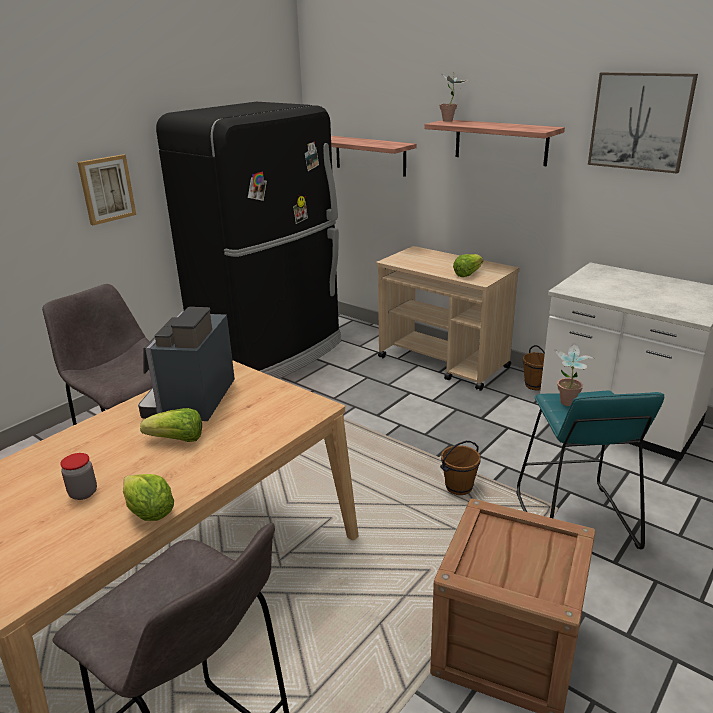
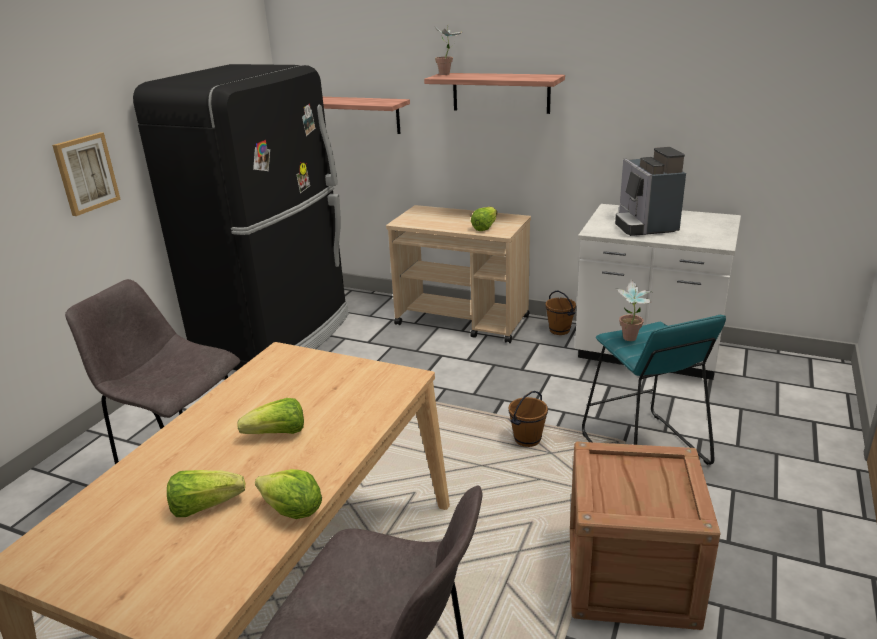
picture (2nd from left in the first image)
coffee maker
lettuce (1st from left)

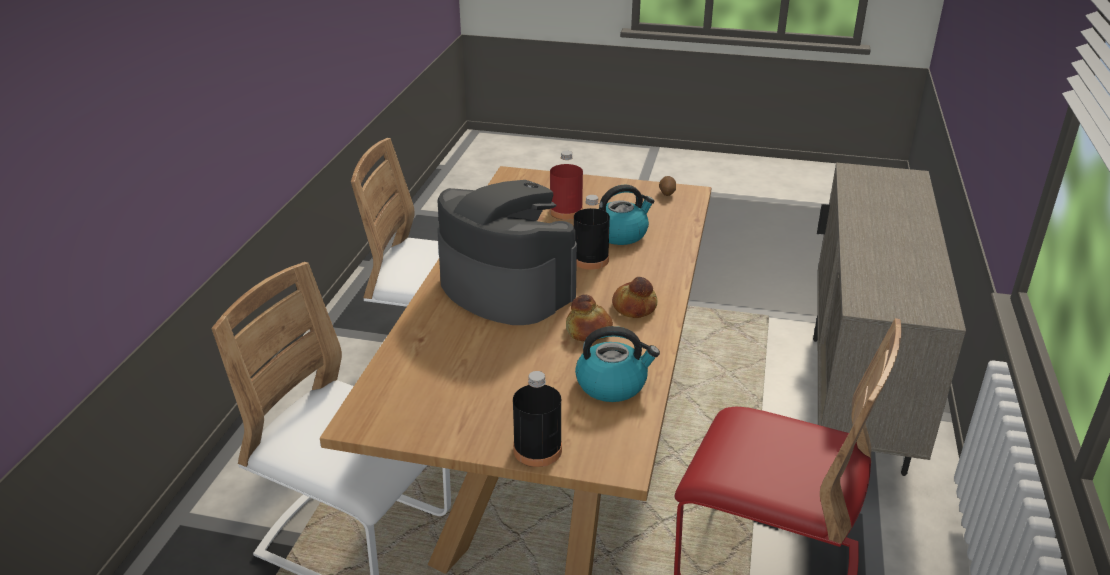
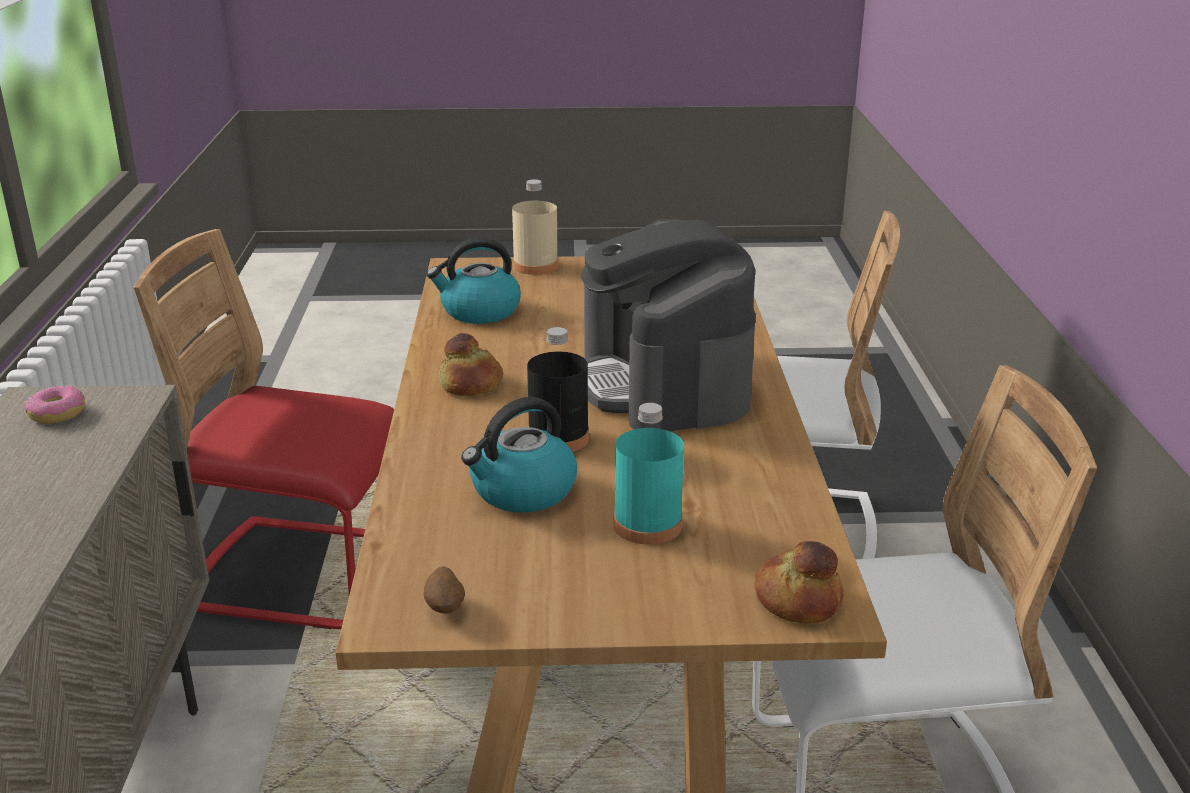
doughnut
bread (2nd from left)
sand-coloured drink bottle
blue-green drink bottle
coffee maker

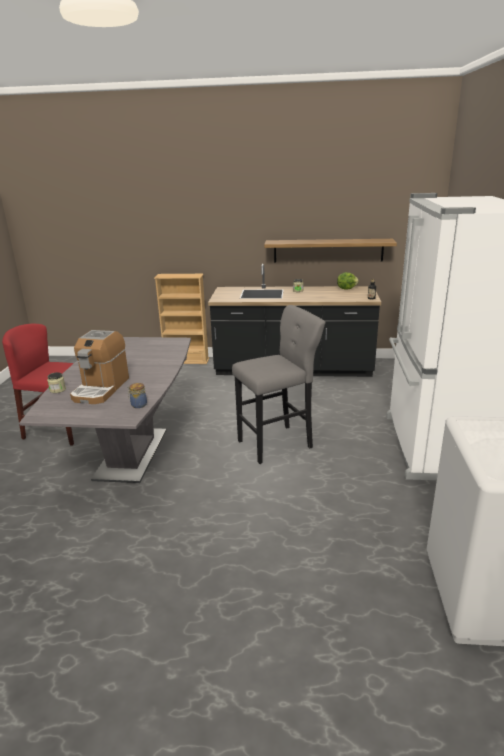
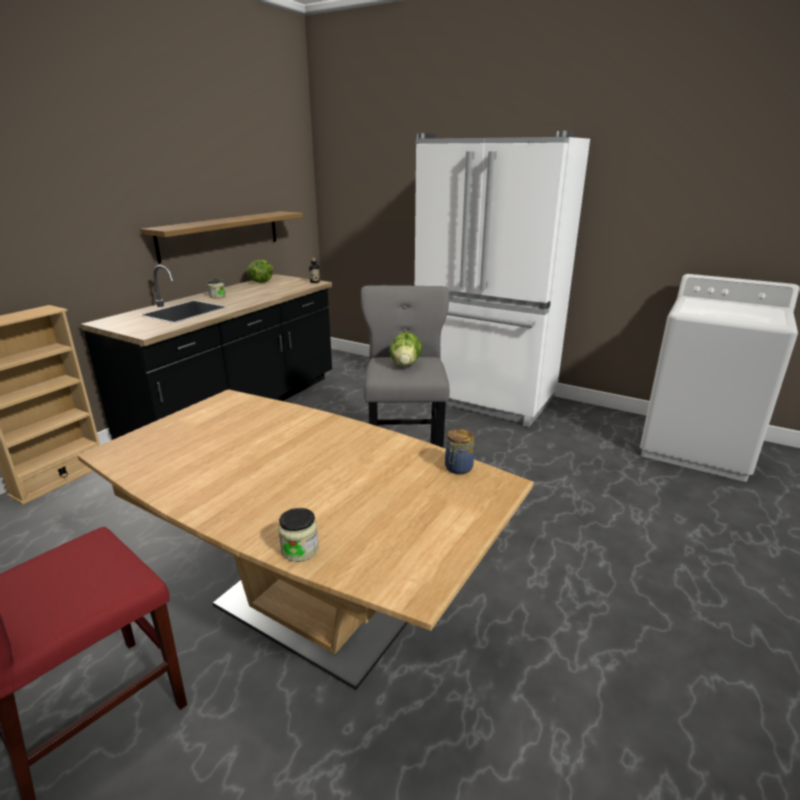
coffee maker
lettuce (2nd from left)
brown dining table

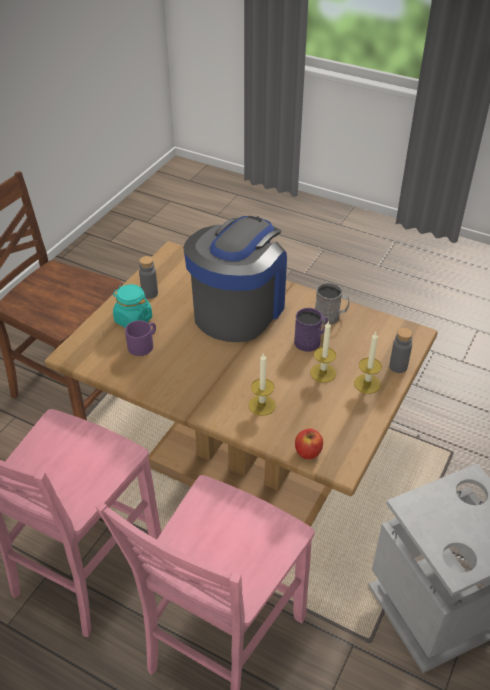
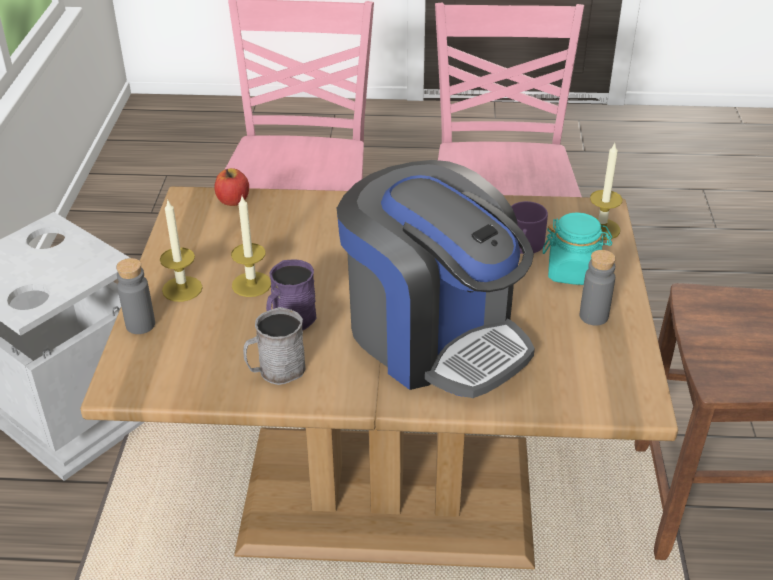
candle (3rd from left)
coffee maker

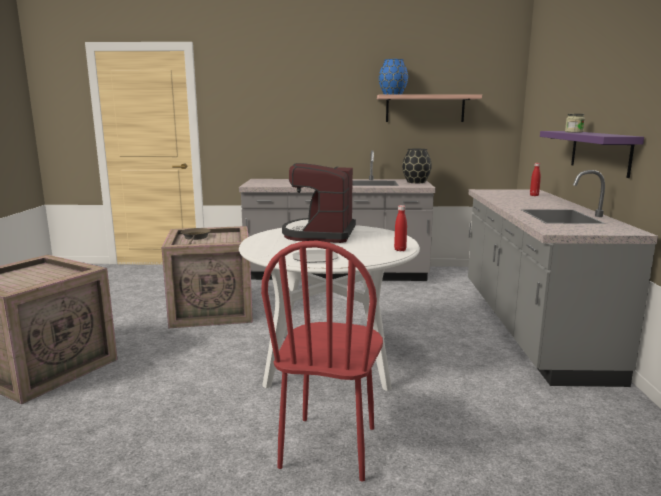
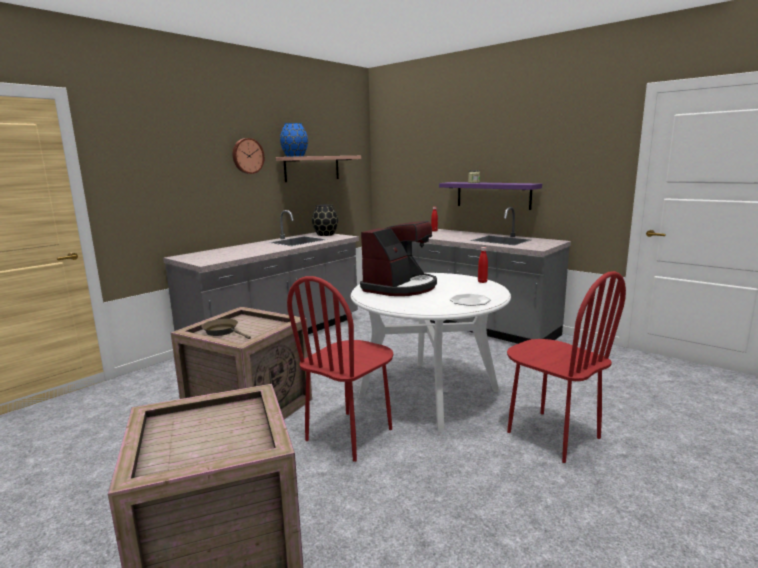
hanging clock
red-coloured plain chair (1st from left)
coffee maker

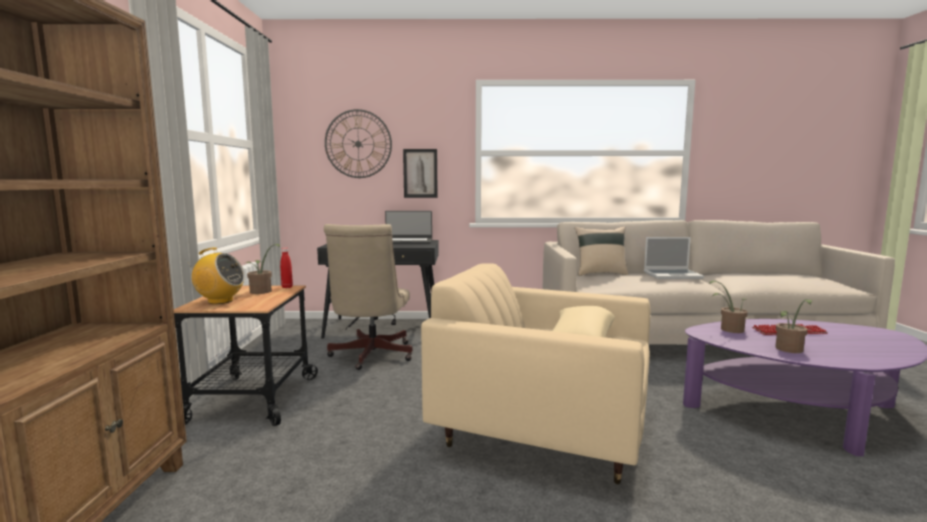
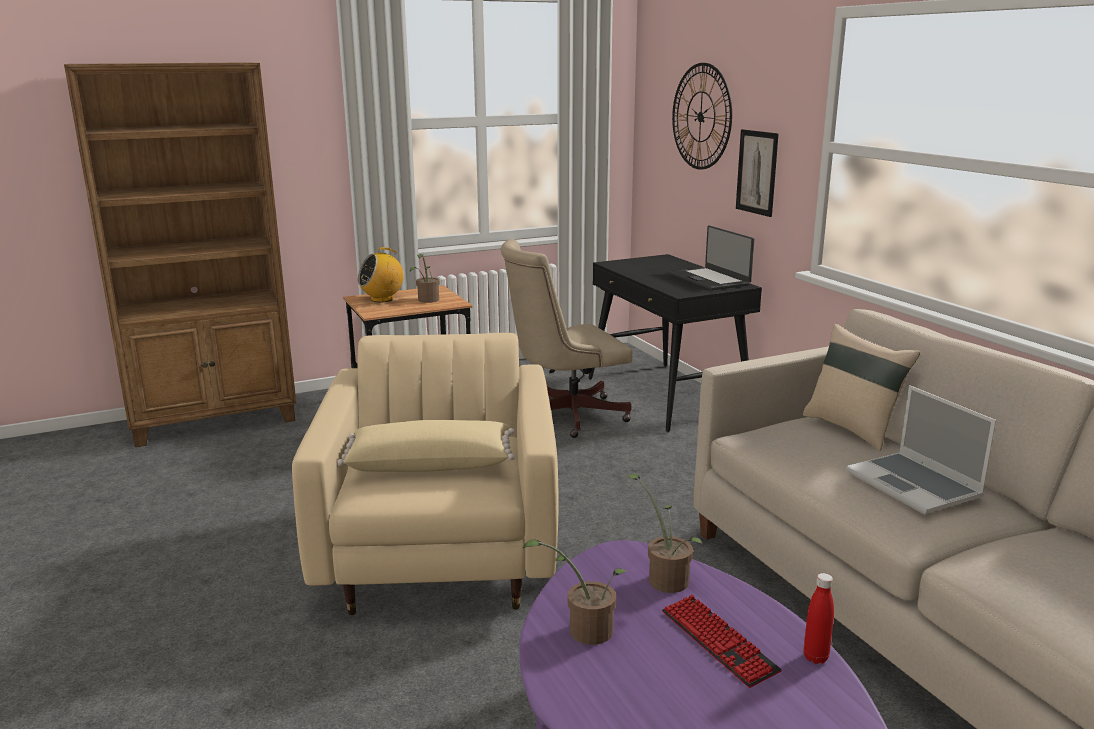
red-coloured drink bottle
radio

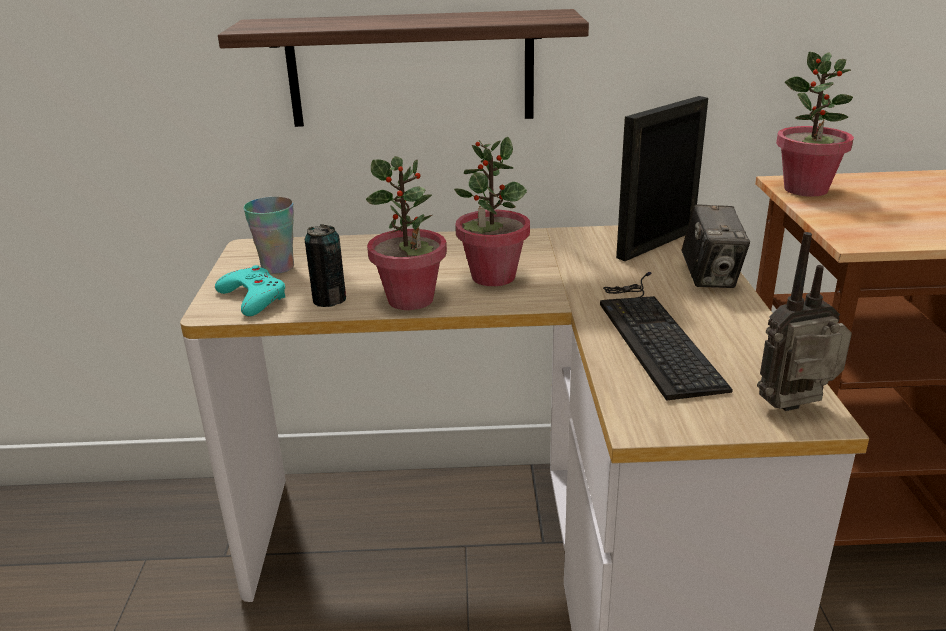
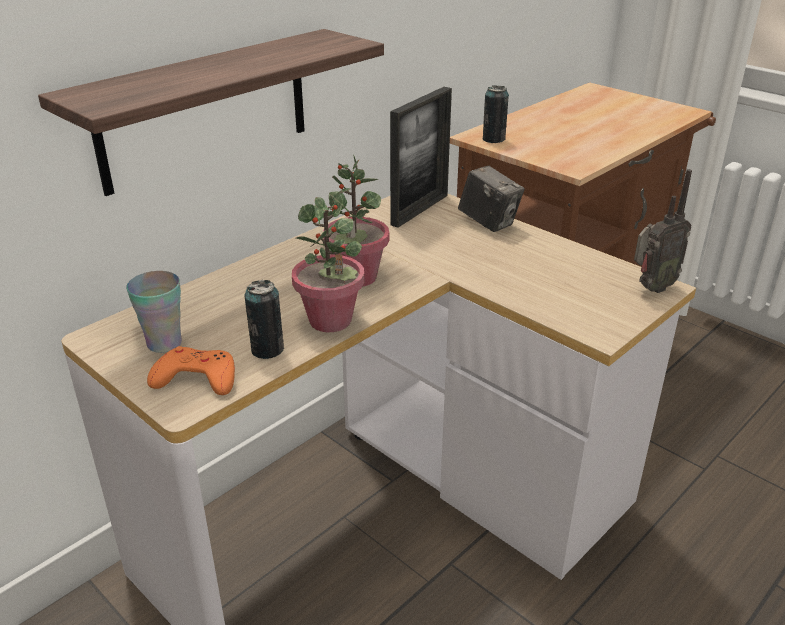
PC keyboard
can (2nd from left)
orange-coloured joypad
picture frame
radio

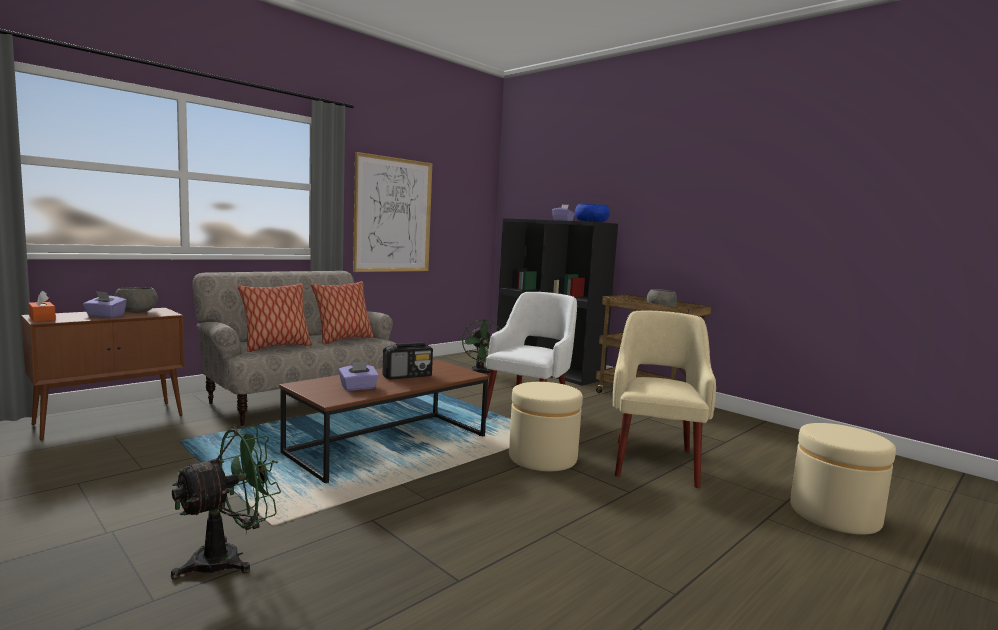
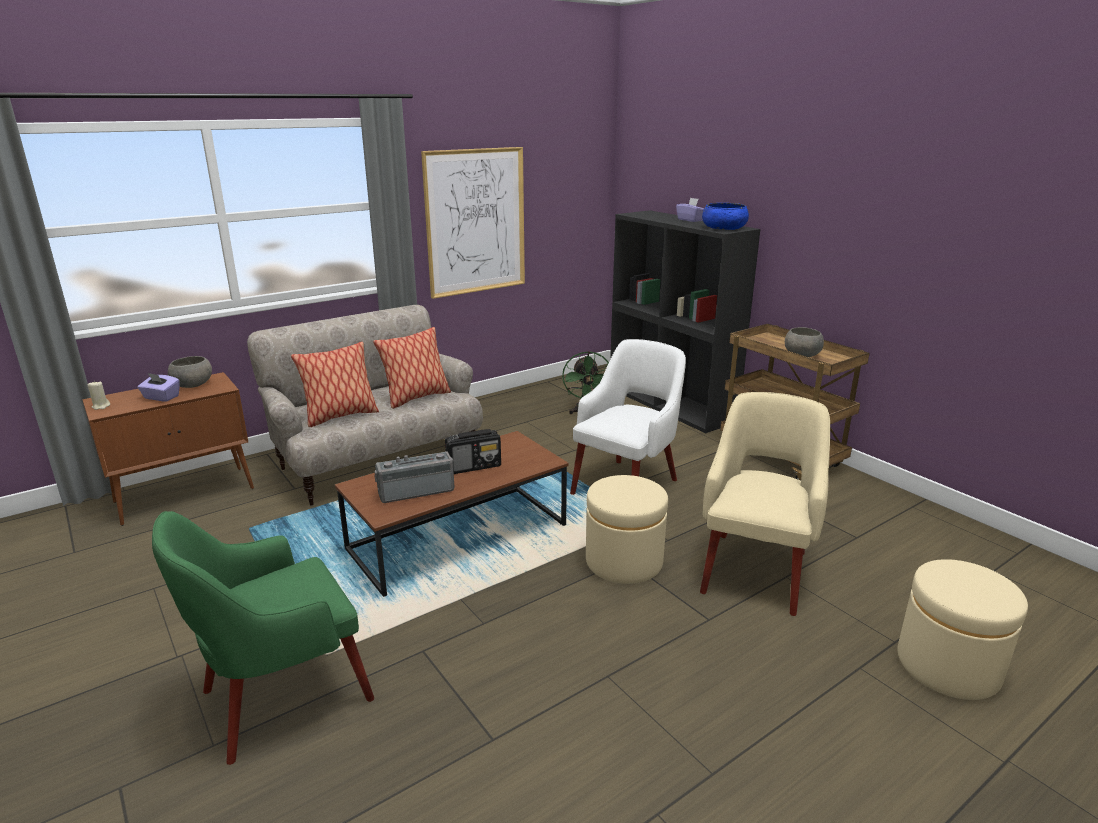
sand-coloured candle
green-coloured easy chair
radio (1st from left)

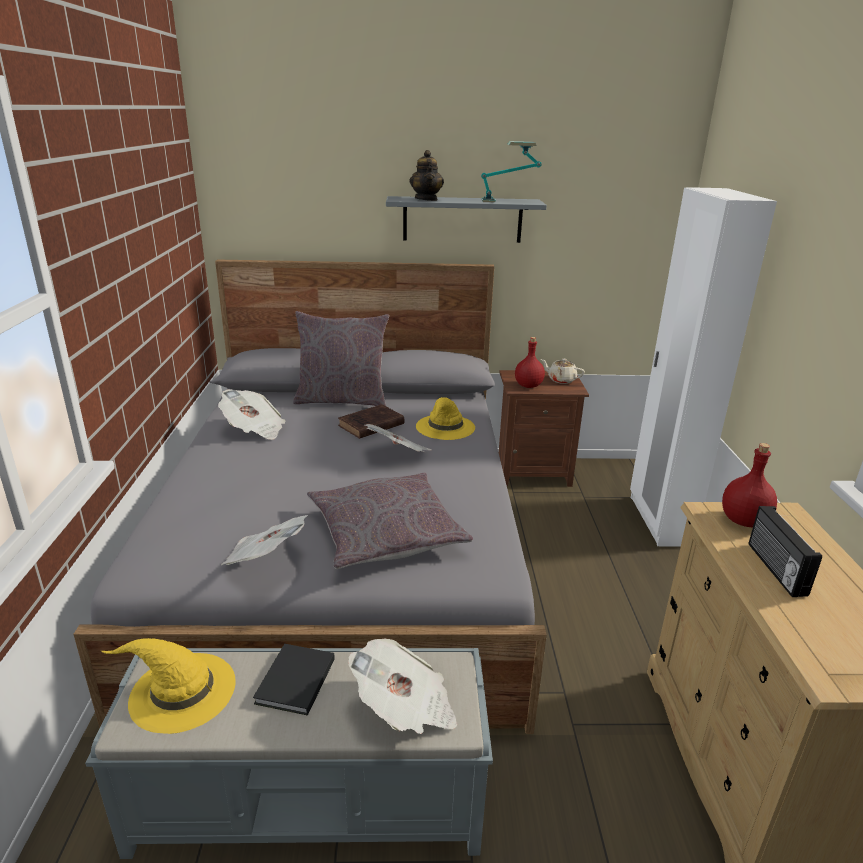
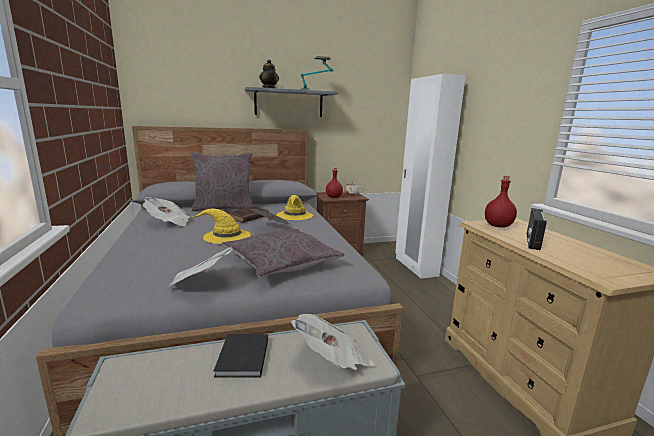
yellow clothing hat (1st from left)
radio

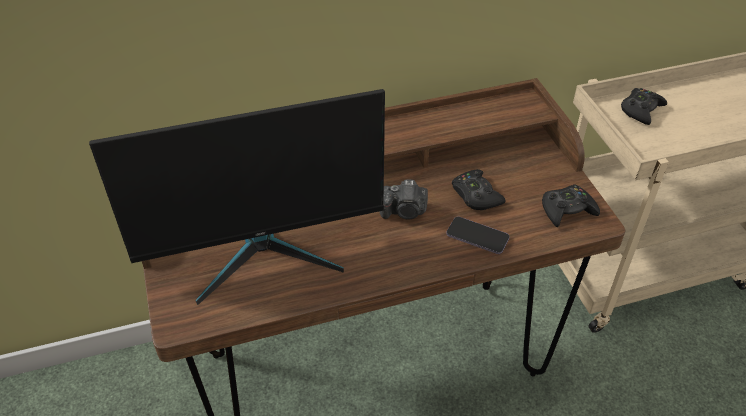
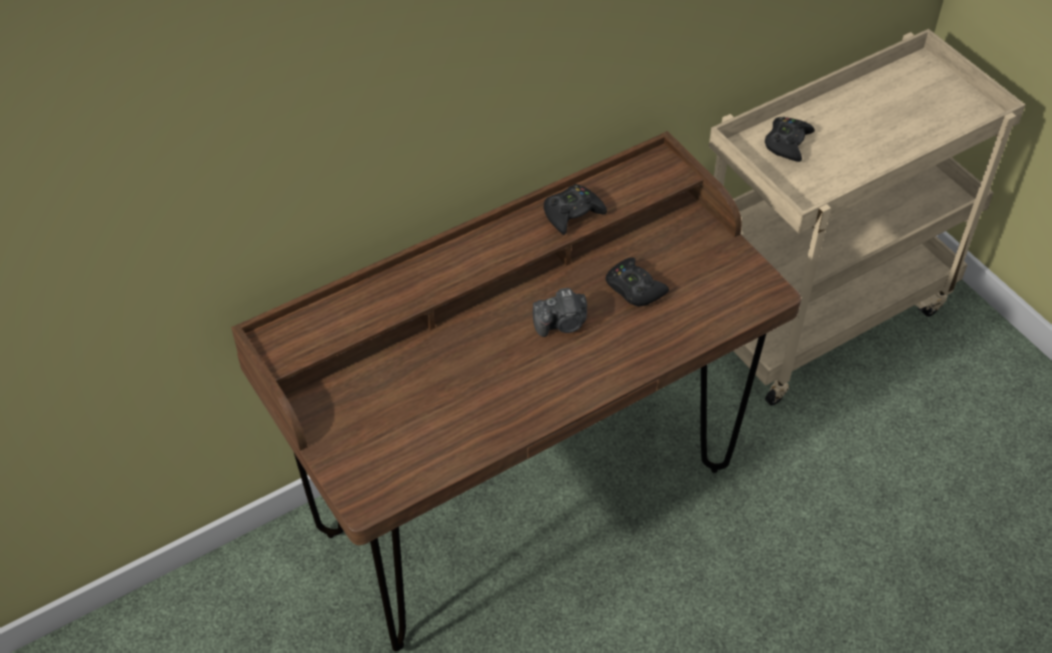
computer display
phone
black-coloured joypad (1st from left)

